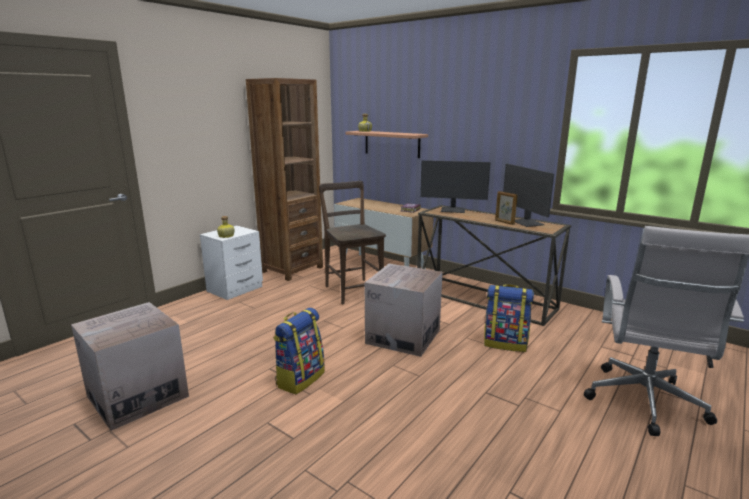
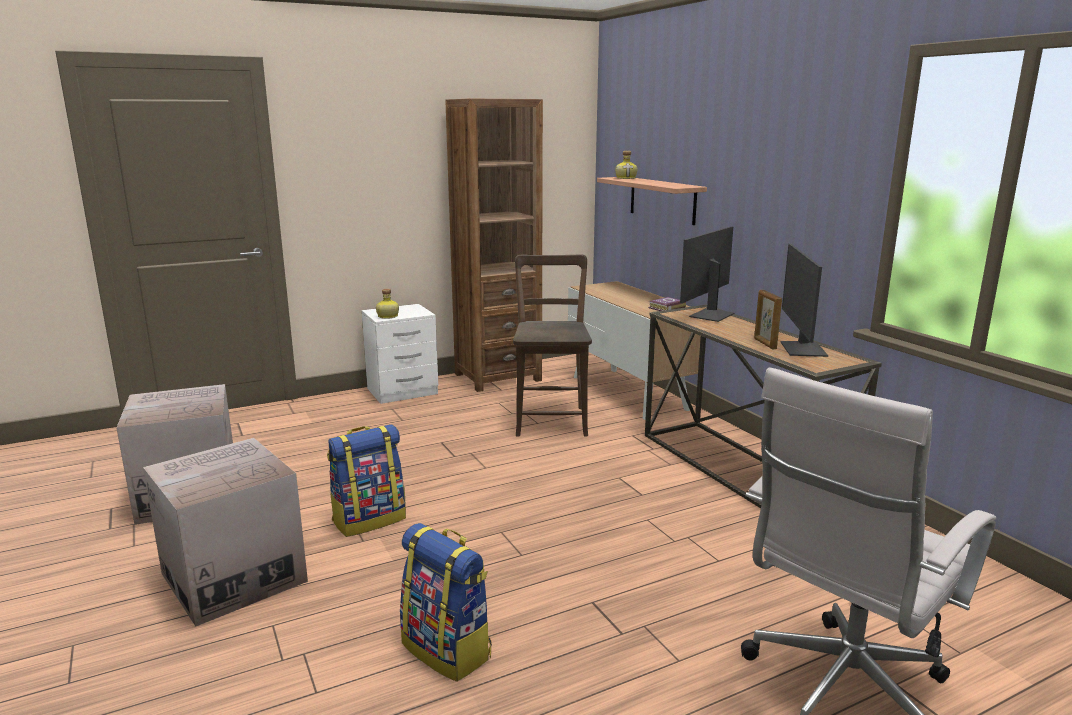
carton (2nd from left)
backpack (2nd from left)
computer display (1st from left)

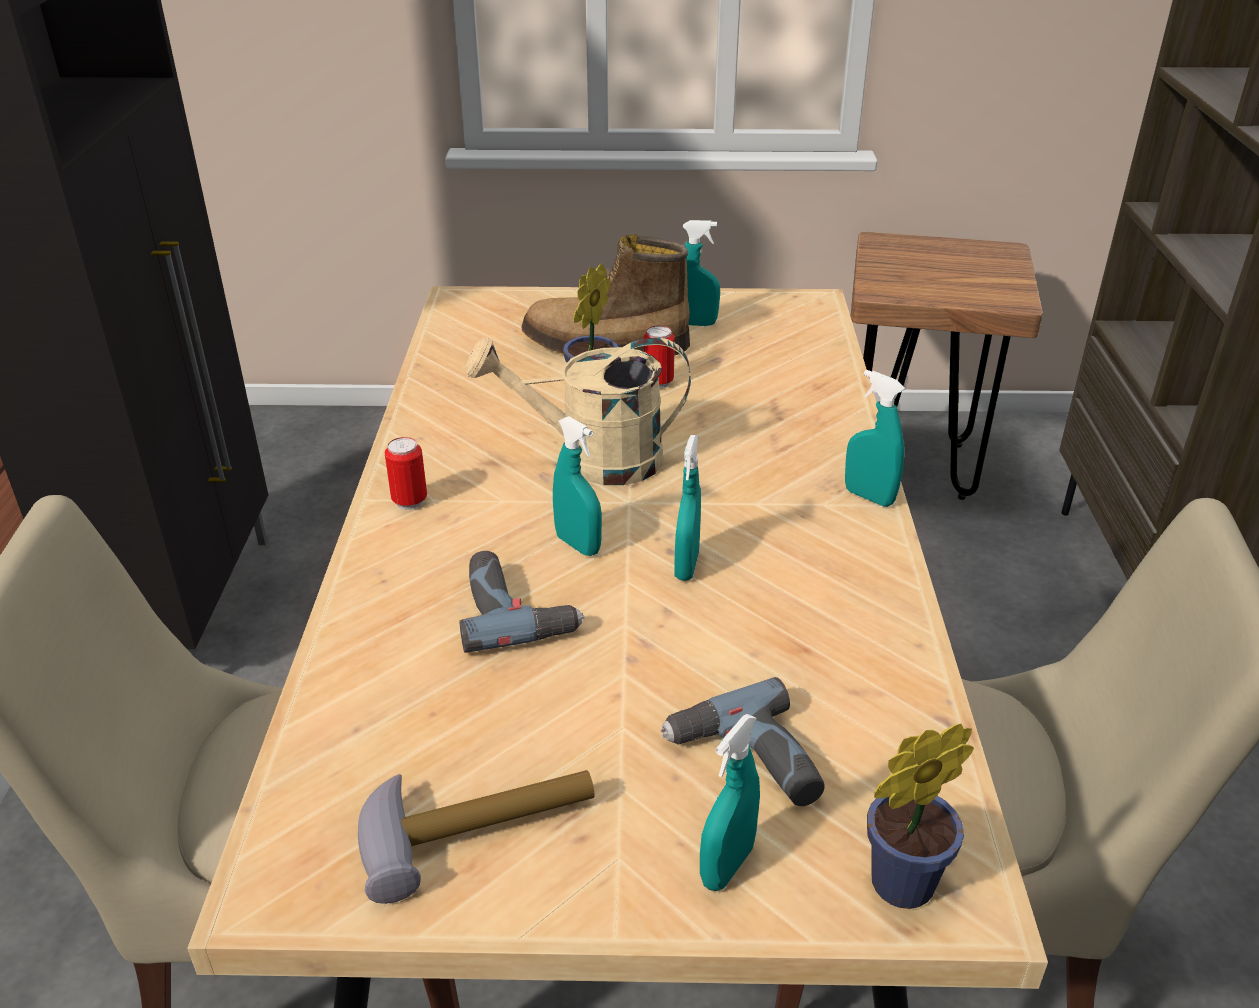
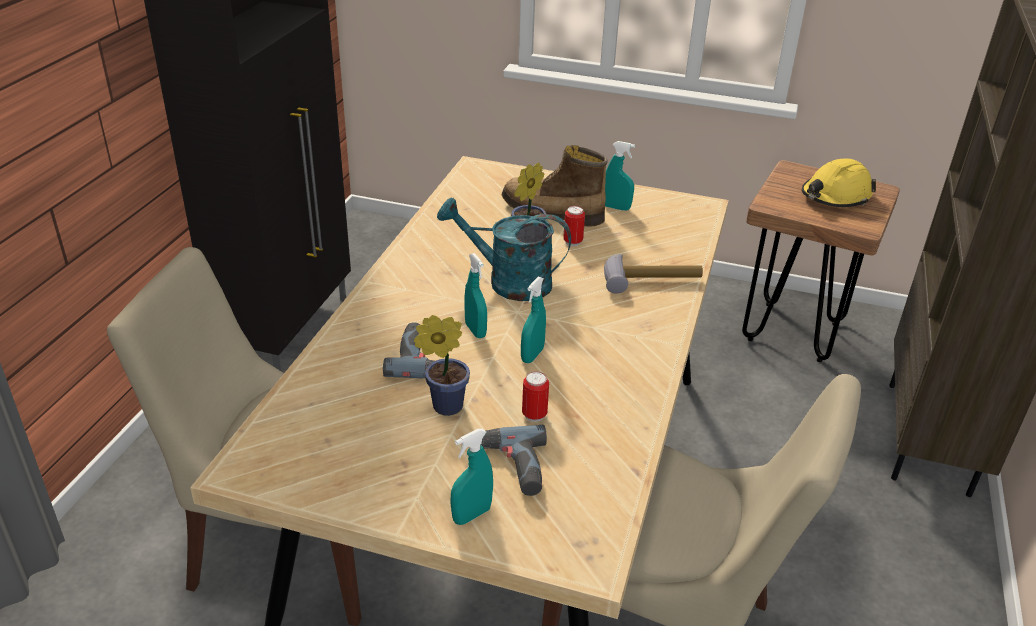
blue-green sprayer (5th from left in the first image)
yellow safety helmet
hand hammer
can (1st from left)
houseplant (1st from left)
blue-green sprinkling can

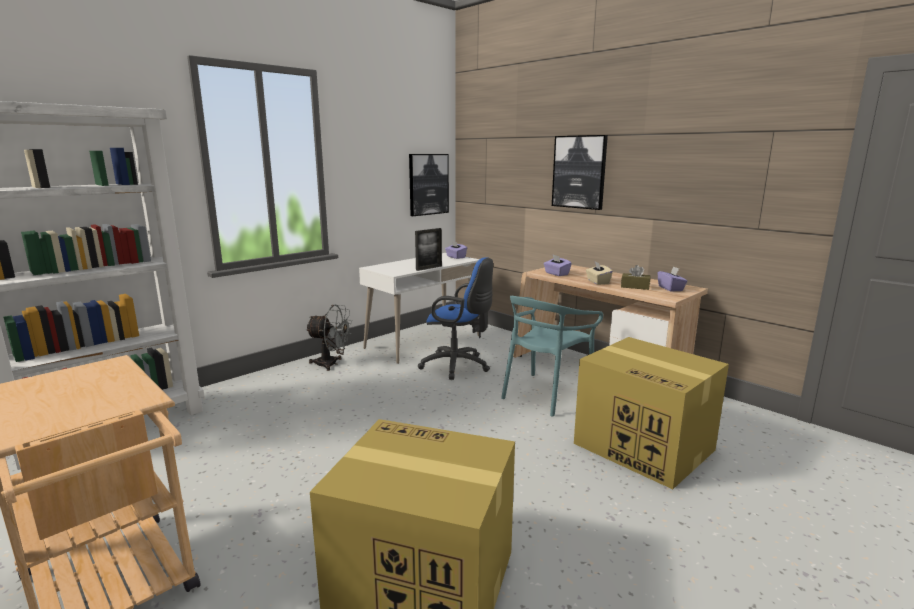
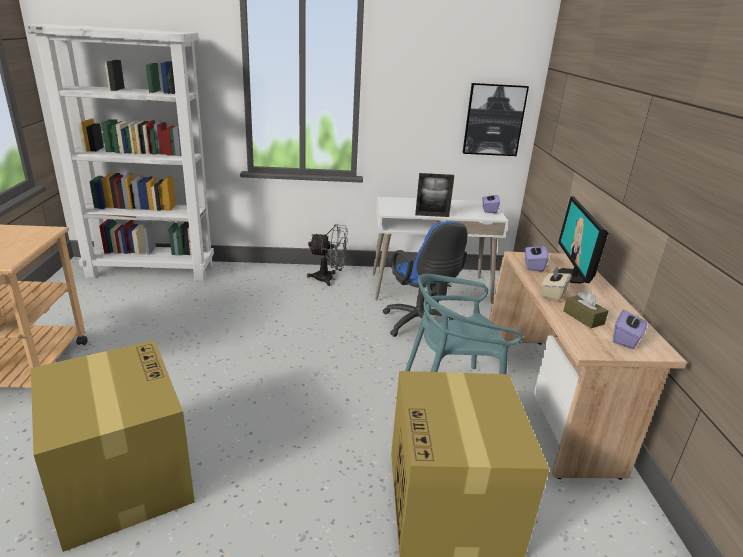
picture (2nd from left in the first image)
computer display
gray cooling fan

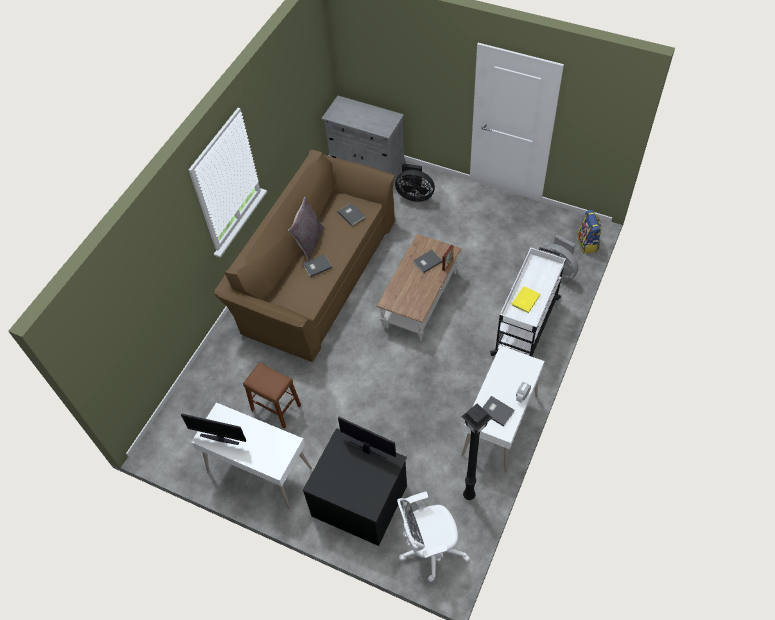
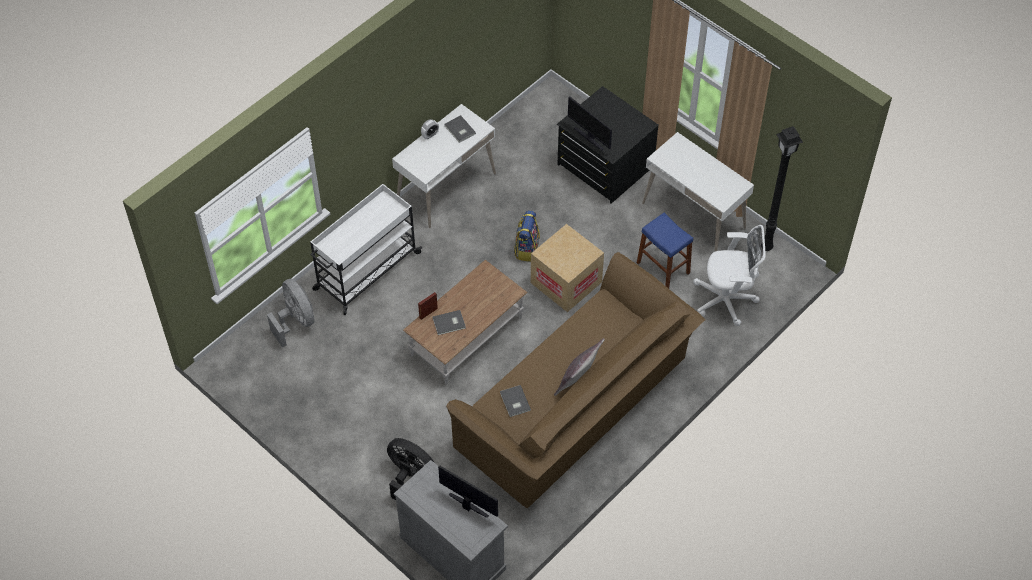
gray volume (1st from left in the first image)
yellow volume
carton
computer display (1st from left)
whitish desk chair
black-coloured standard lamp
backpack
blue stool seat

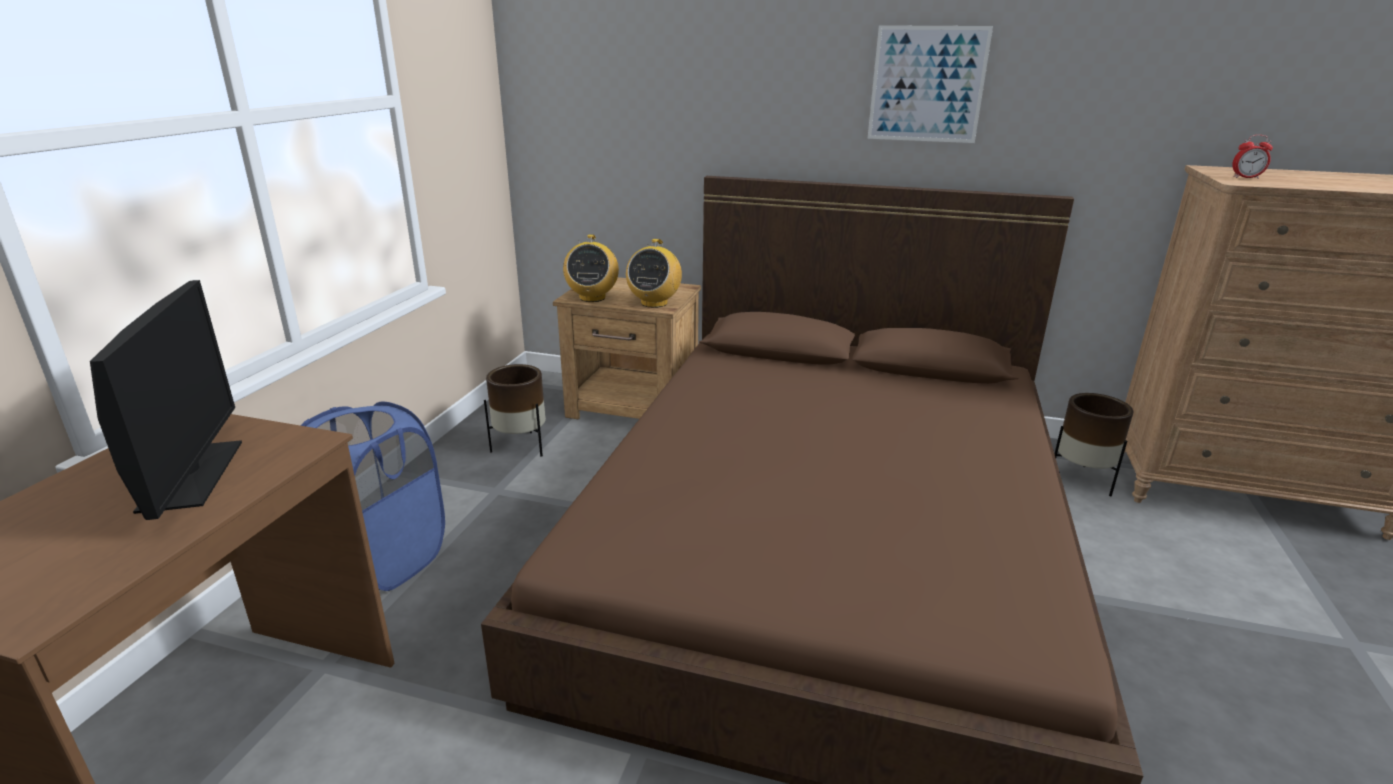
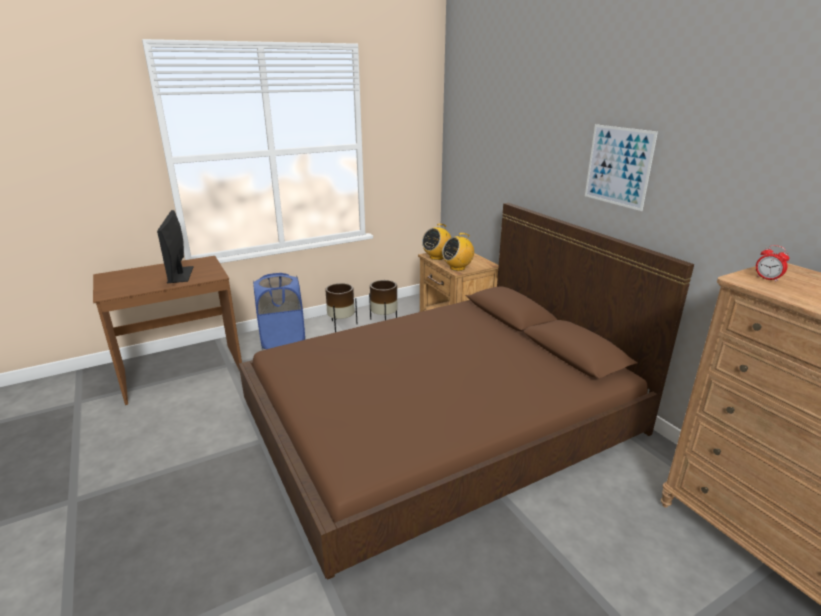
brown flower pot (1st from left)
computer display

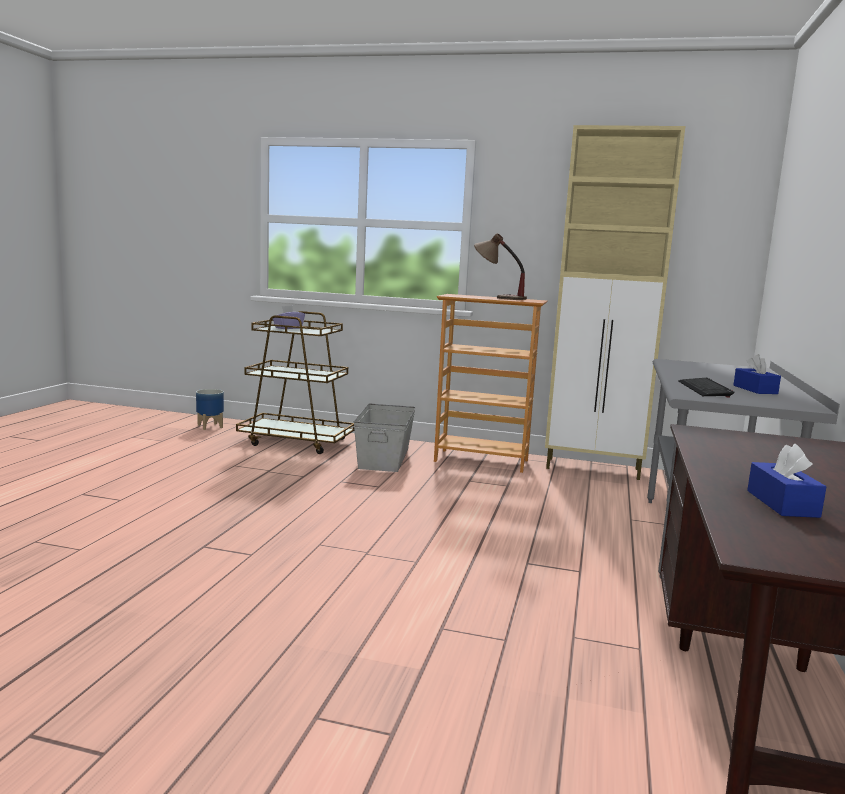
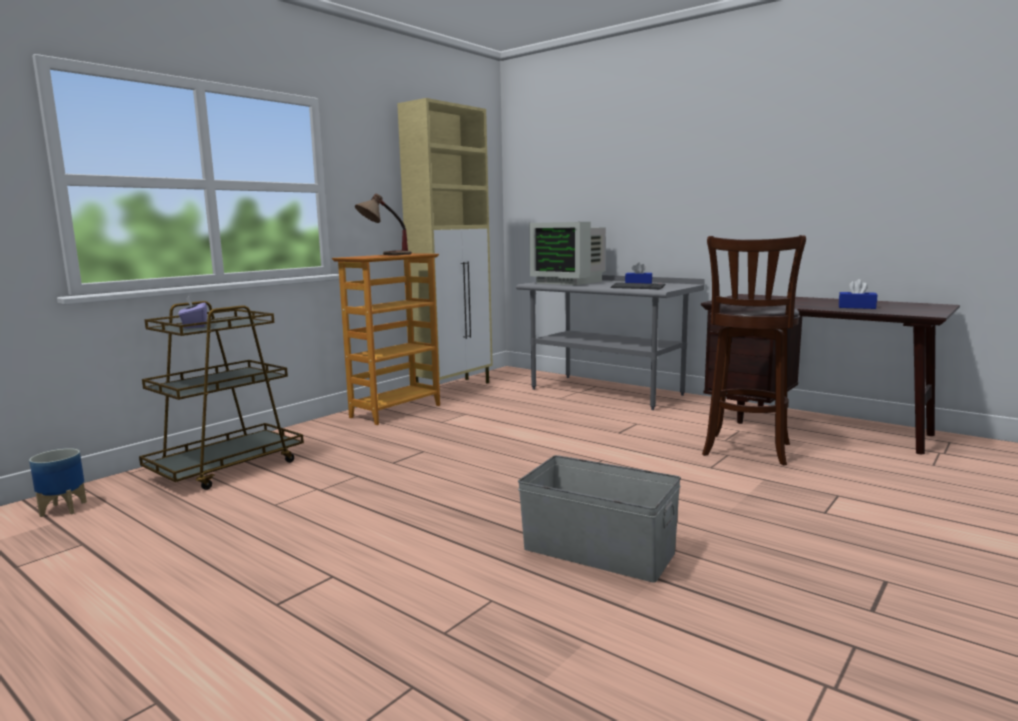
computer display
brown stool seat
gray storage box

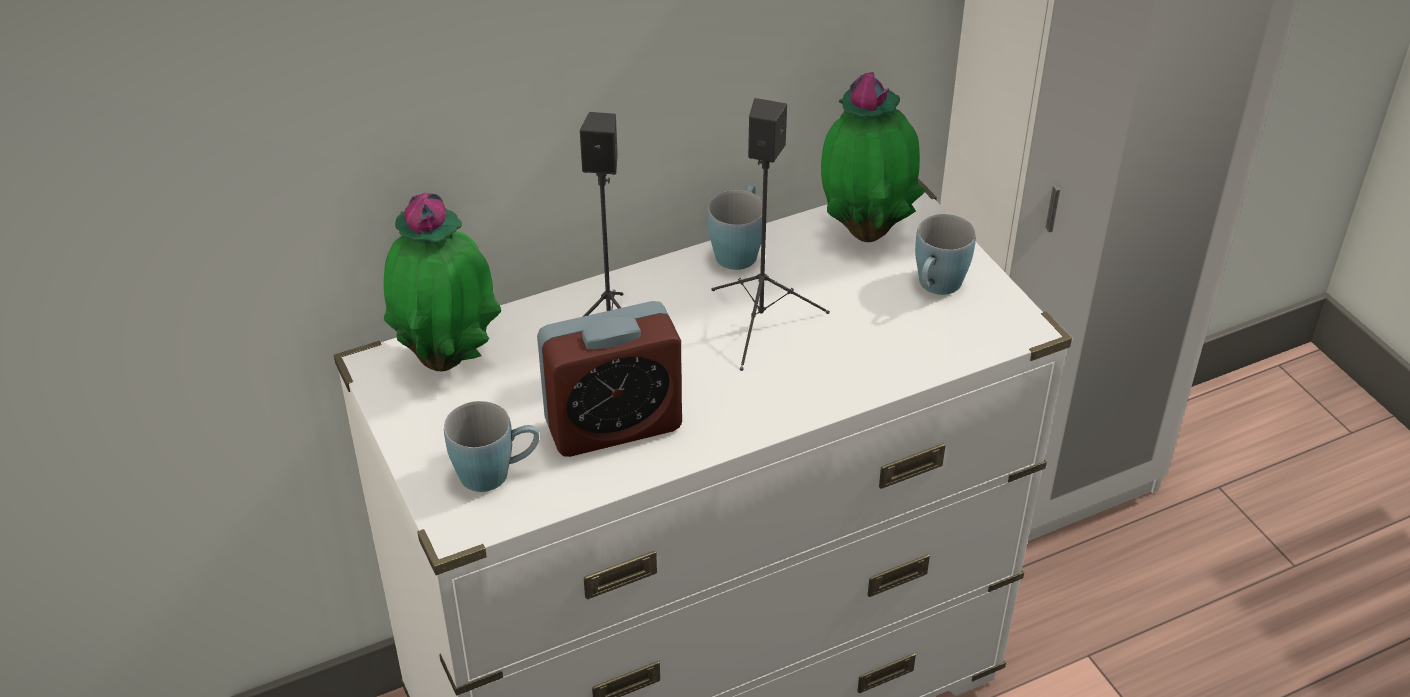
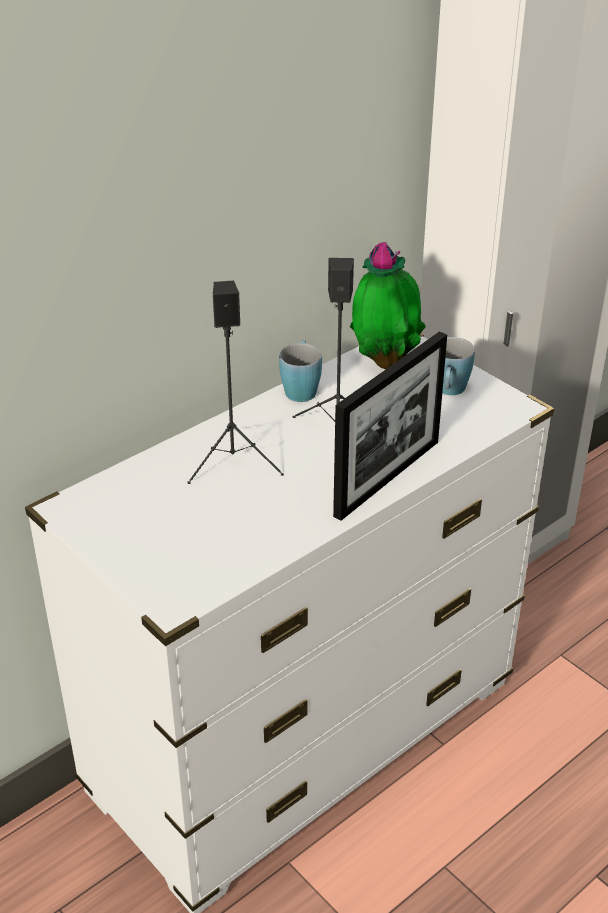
houseplant (1st from left in the first image)
blue coffee mug (1st from left in the first image)
table clock
picture frame

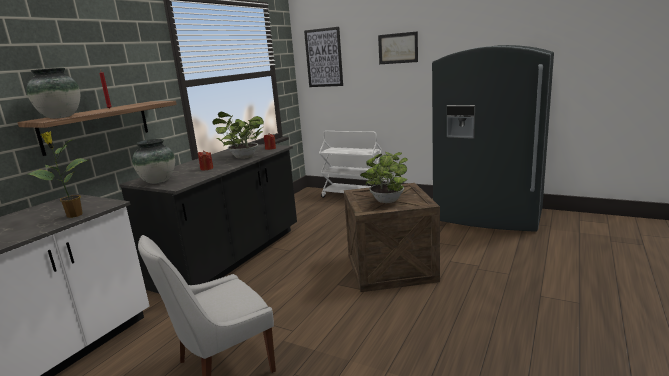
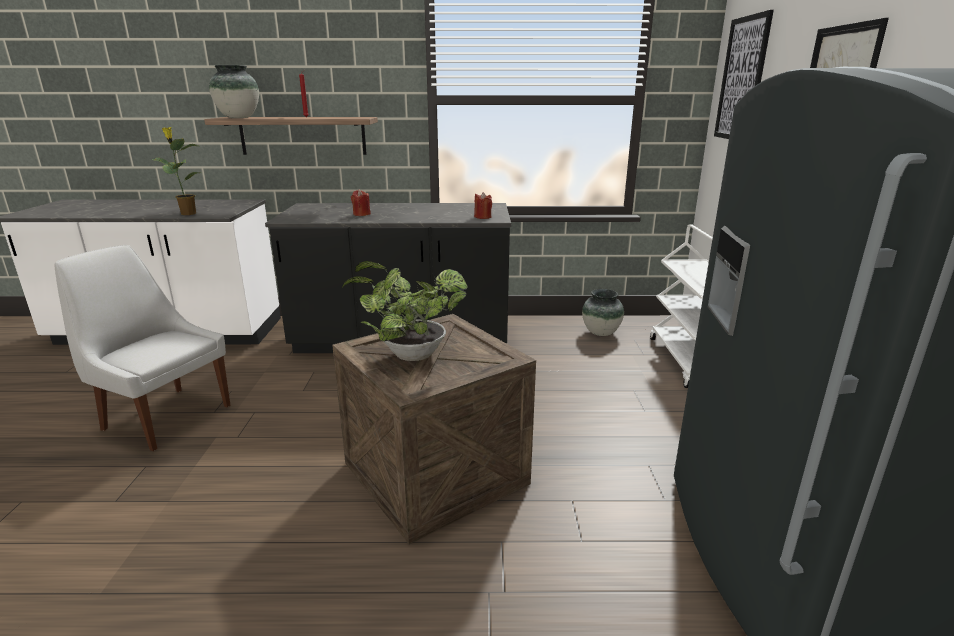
houseplant (2nd from left in the first image)
flower vase (2nd from left)

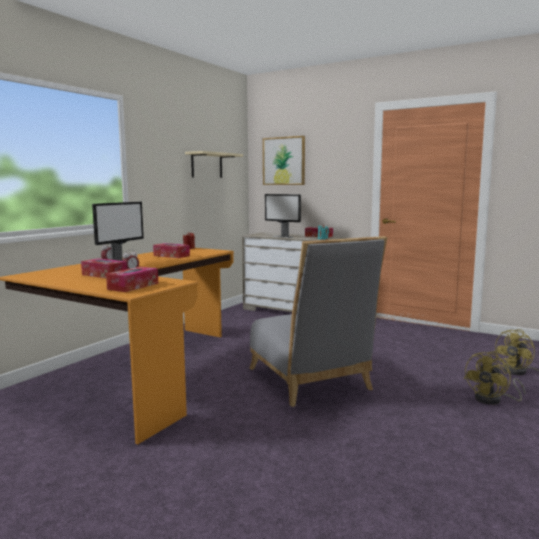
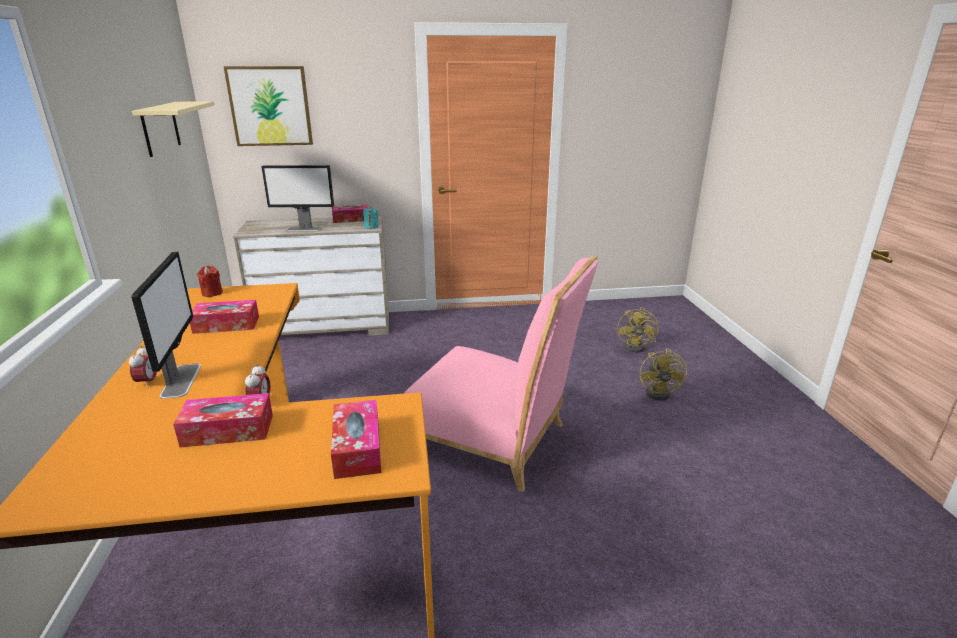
pink-coloured plain chair

